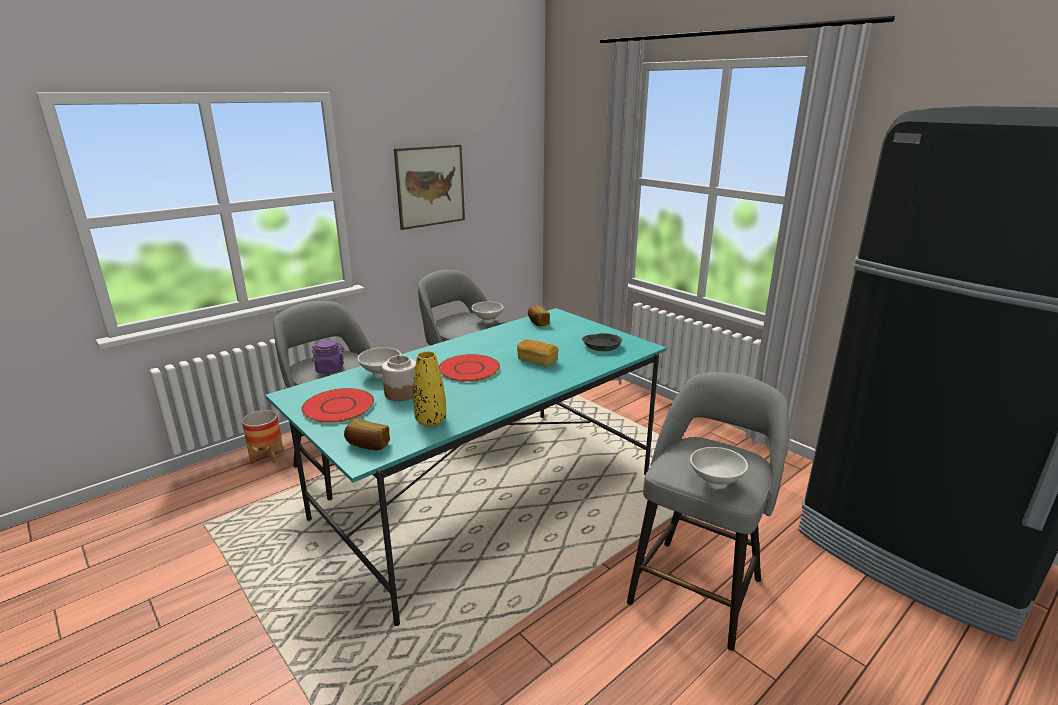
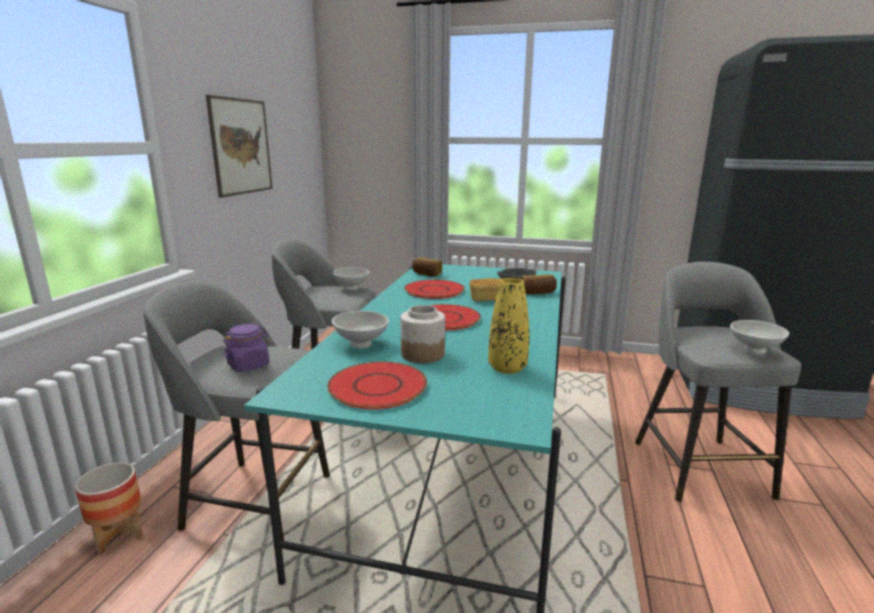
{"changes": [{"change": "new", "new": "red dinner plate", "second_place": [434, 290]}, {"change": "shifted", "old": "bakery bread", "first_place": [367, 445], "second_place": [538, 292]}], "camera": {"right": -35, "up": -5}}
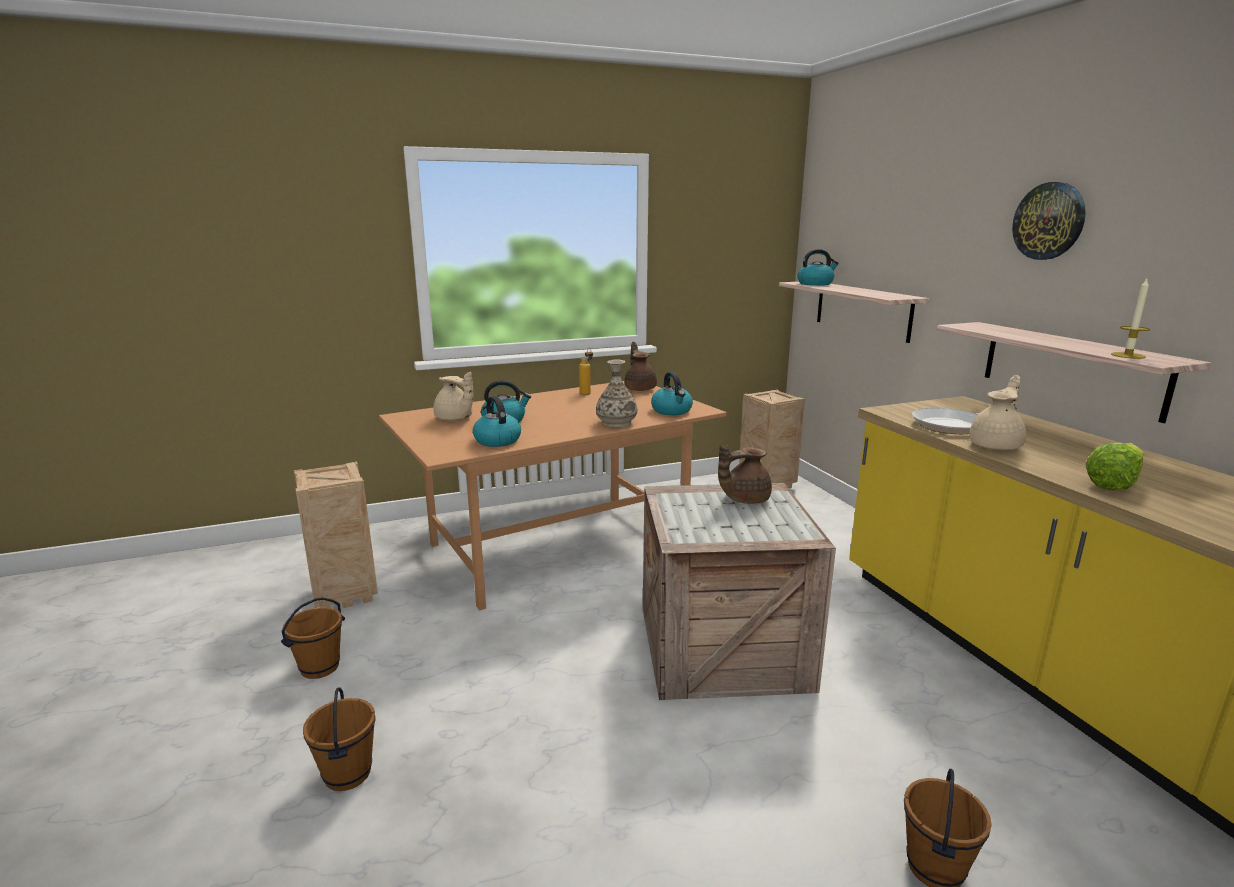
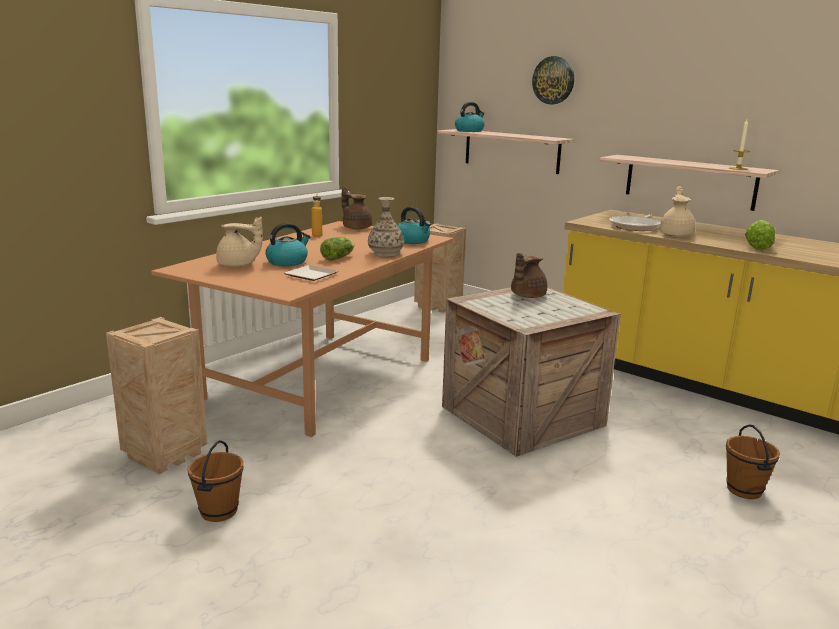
{"changes": [{"change": "gone", "old": "brown-coloured pail", "first_place": [346, 774]}, {"change": "new", "new": "lettuce", "second_place": [339, 257]}, {"change": "shifted", "old": "wall clock", "first_place": [1049, 221], "second_place": [553, 80]}, {"change": "swapped", "old": "tea kettle", "new": "dinner plate", "first_place": [497, 440], "second_place": [311, 276]}], "camera": {"right": -30, "up": 0}}
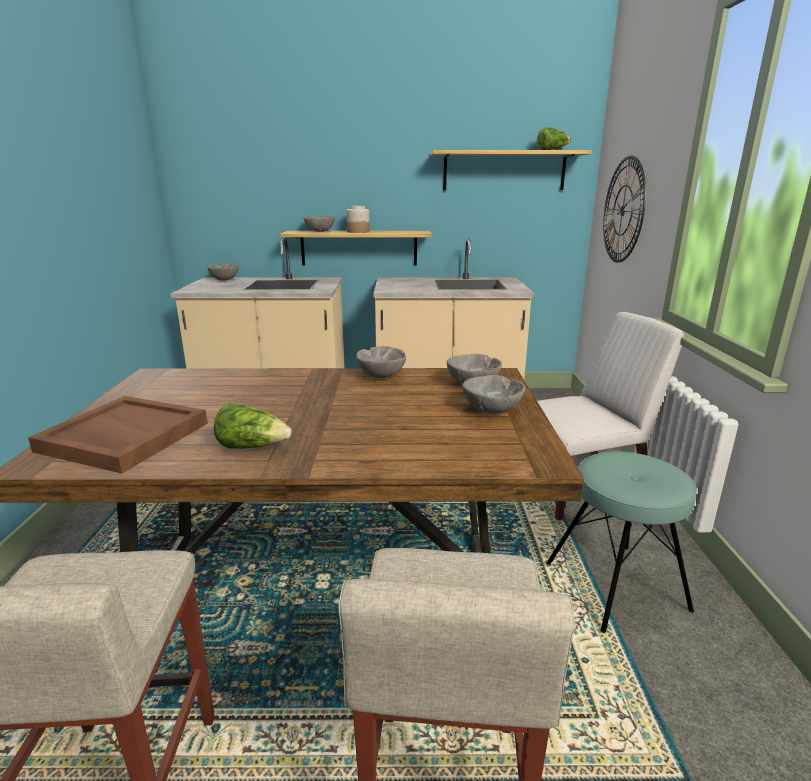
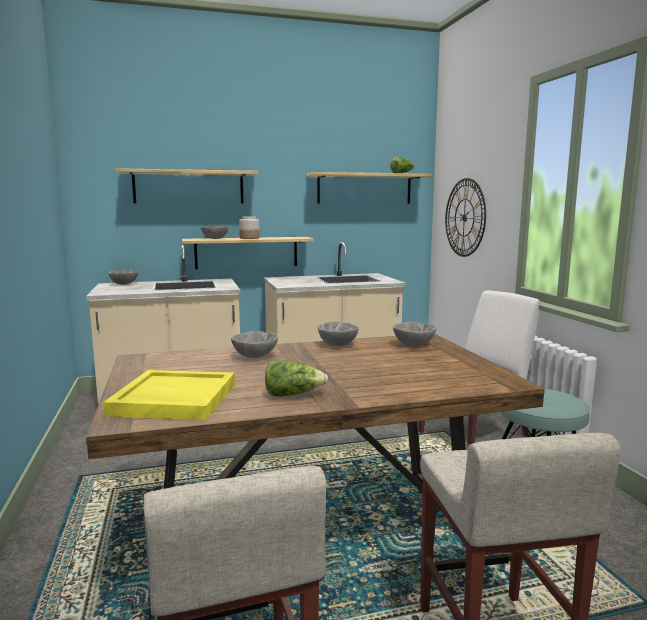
{"changes": [{"change": "new", "new": "shelf", "second_place": [189, 187]}, {"change": "shifted", "old": "greyish serving bowl", "first_place": [492, 410], "second_place": [255, 356]}, {"change": "repainted", "old": "brown-coloured carrying tray", "new": "yellow-coloured carrying tray", "first_place": [123, 437], "second_place": [173, 399]}], "camera": {"right": -15, "up": -10}}
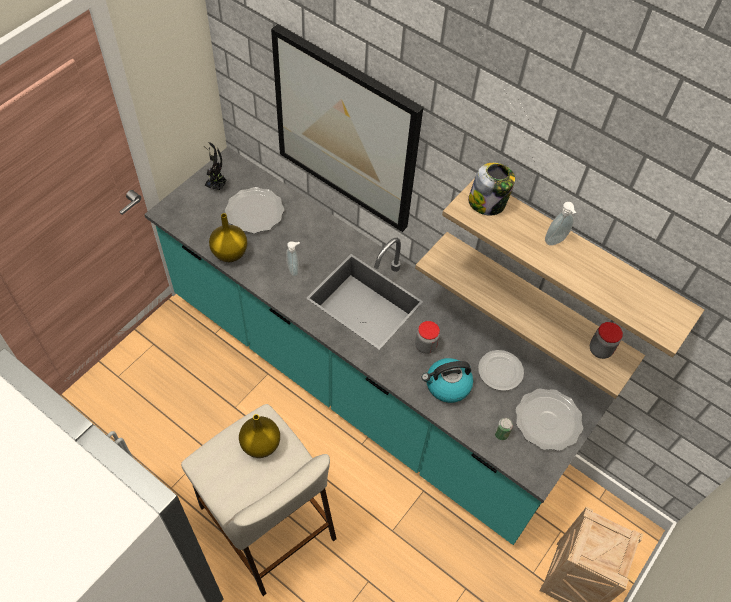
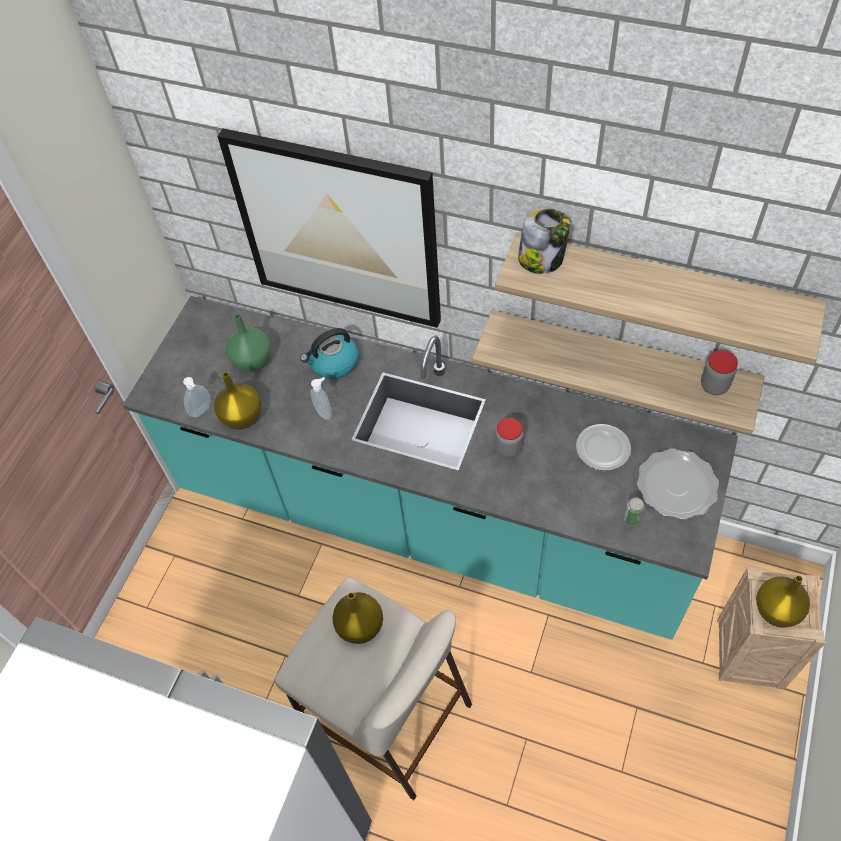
{"changes": [{"change": "gone", "old": "plant in a pot", "first_place": [217, 186]}, {"change": "new", "new": "yellow-coloured decorative vase", "second_place": [776, 609]}, {"change": "shifted", "old": "tea kettle", "first_place": [447, 385], "second_place": [333, 363]}, {"change": "shifted", "old": "liquid soap bottle", "first_place": [556, 241], "second_place": [202, 411]}, {"change": "swapped", "old": "dinner plate", "new": "greenish decorative vase", "first_place": [255, 212], "second_place": [253, 360]}], "camera": {"right": -10, "up": 0}}
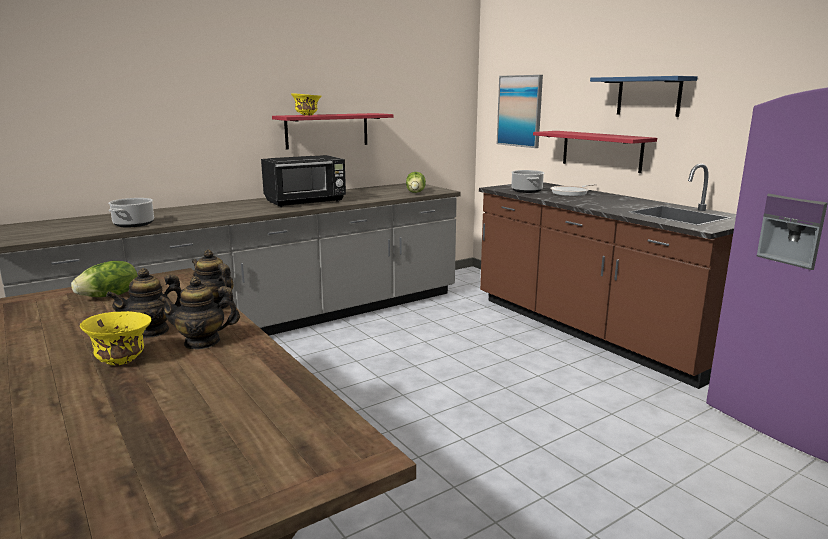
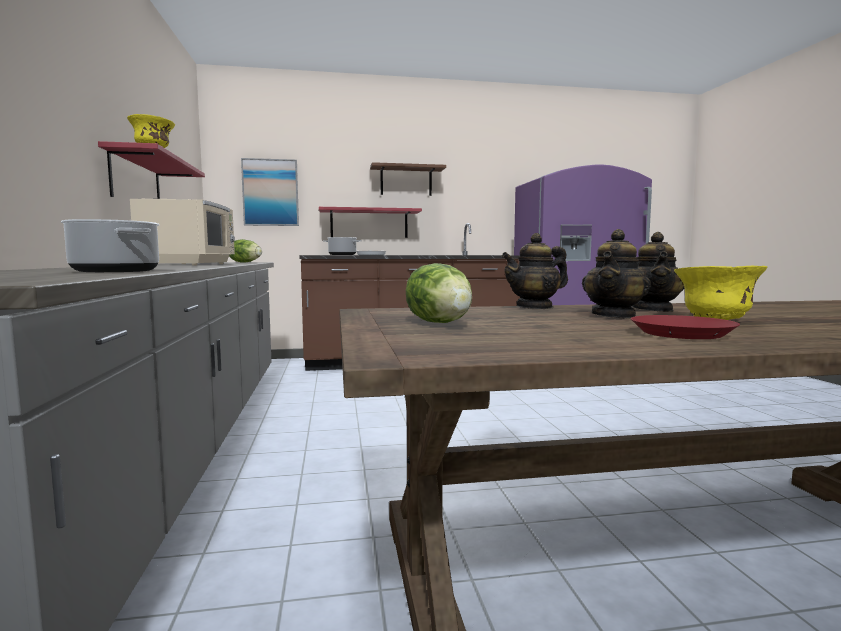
{"changes": [{"change": "new", "new": "red dinner plate", "second_place": [680, 333]}, {"change": "repainted", "old": "blackish microwave oven", "new": "beige-coloured microwave oven", "first_place": [306, 202], "second_place": [191, 264]}, {"change": "repainted", "old": "blue shelf", "new": "brown-coloured shelf", "first_place": [648, 96], "second_place": [406, 181]}, {"change": "rotated", "old": "pot for tea", "first_place": [152, 331], "second_place": [614, 316], "degrees": 45}], "camera": {"right": -65, "up": -10}}
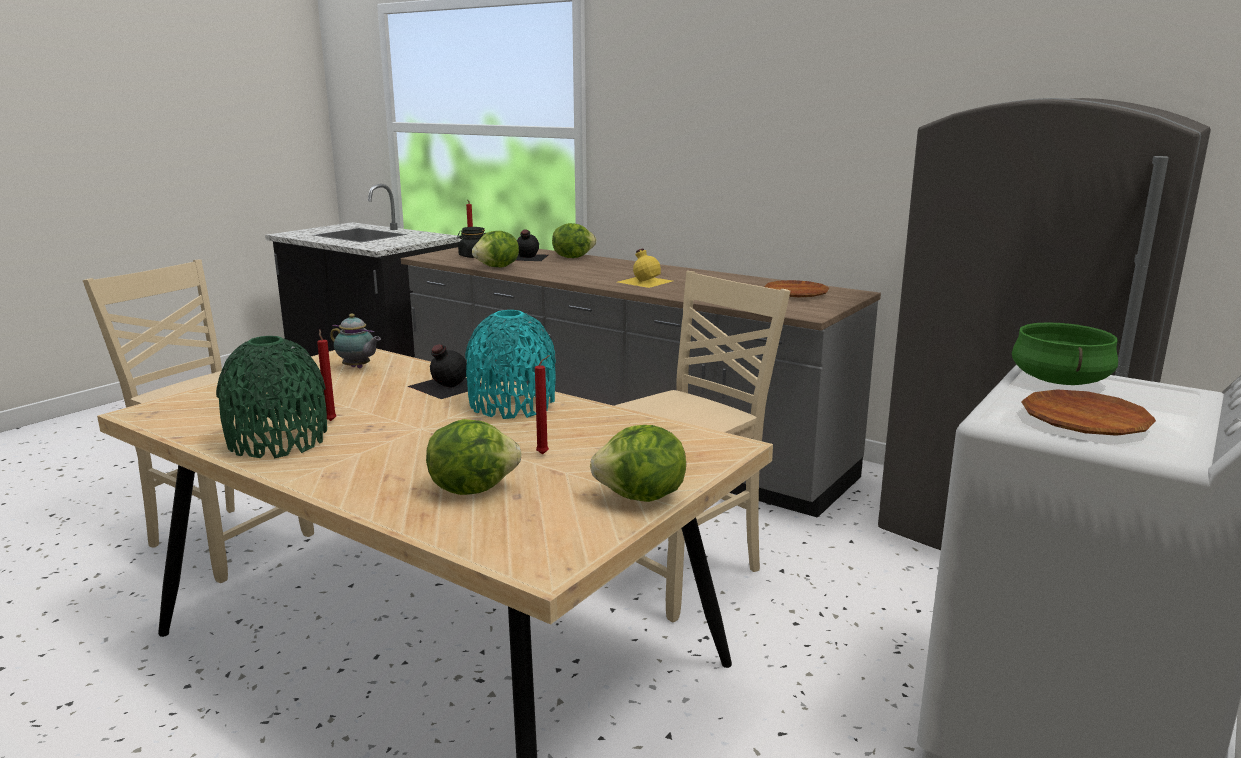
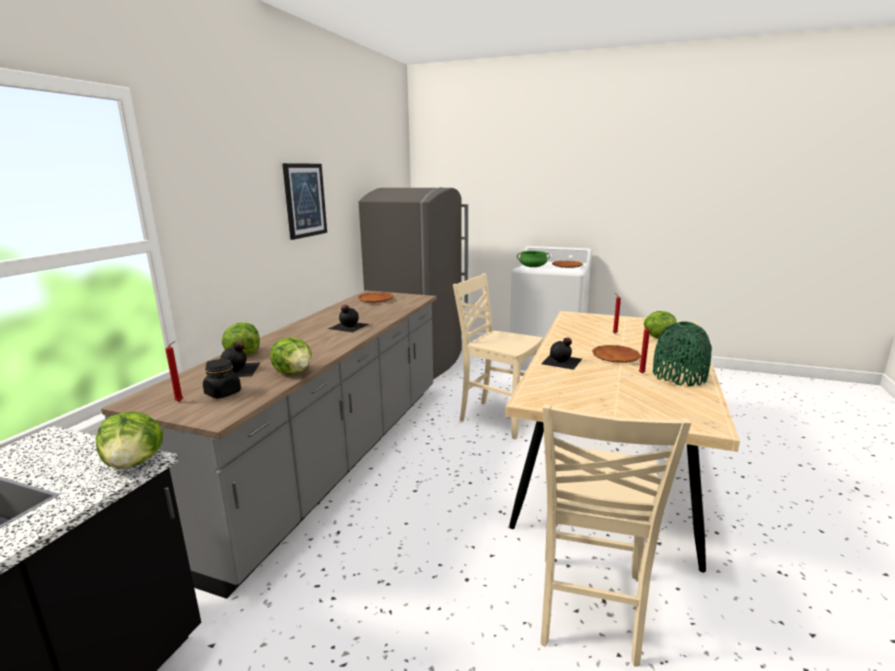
{"changes": [{"change": "gone", "old": "pot for tea", "first_place": [358, 368]}, {"change": "gone", "old": "blue-green decorative vase", "first_place": [512, 404]}, {"change": "new", "new": "wall art", "second_place": [305, 200]}, {"change": "new", "new": "brown-coloured dinner plate", "second_place": [615, 357]}, {"change": "shifted", "old": "lettuce", "first_place": [641, 498], "second_place": [135, 463]}, {"change": "repainted", "old": "yellow-coloured bottle", "new": "blackish bottle", "first_place": [645, 281], "second_place": [347, 326]}], "camera": {"right": -105, "up": 0}}
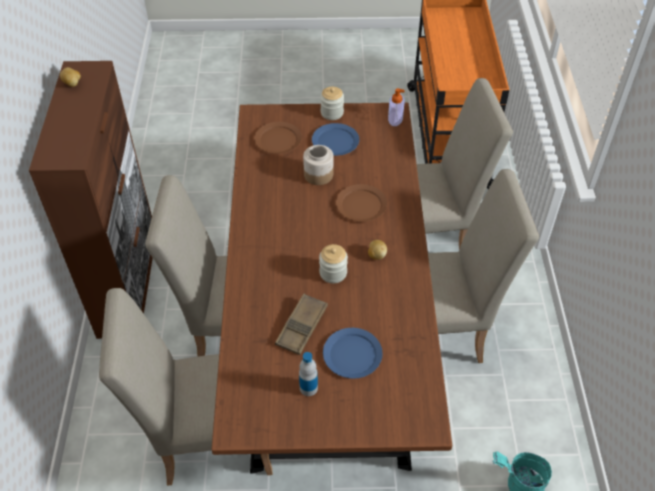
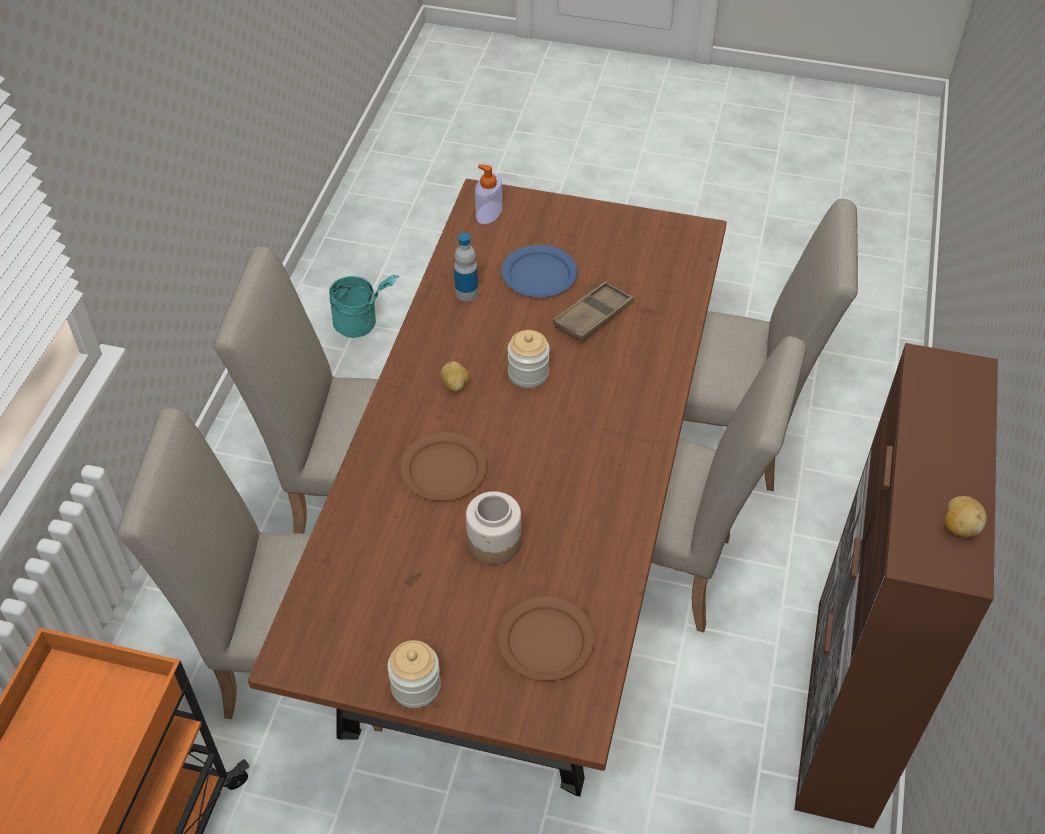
{"changes": [{"change": "gone", "old": "blue dinner plate", "first_place": [335, 141]}, {"change": "shifted", "old": "bottle", "first_place": [308, 388], "second_place": [466, 293]}, {"change": "shifted", "old": "liquid soap bottle", "first_place": [395, 118], "second_place": [489, 213]}], "camera": {"right": -165, "up": 0}}
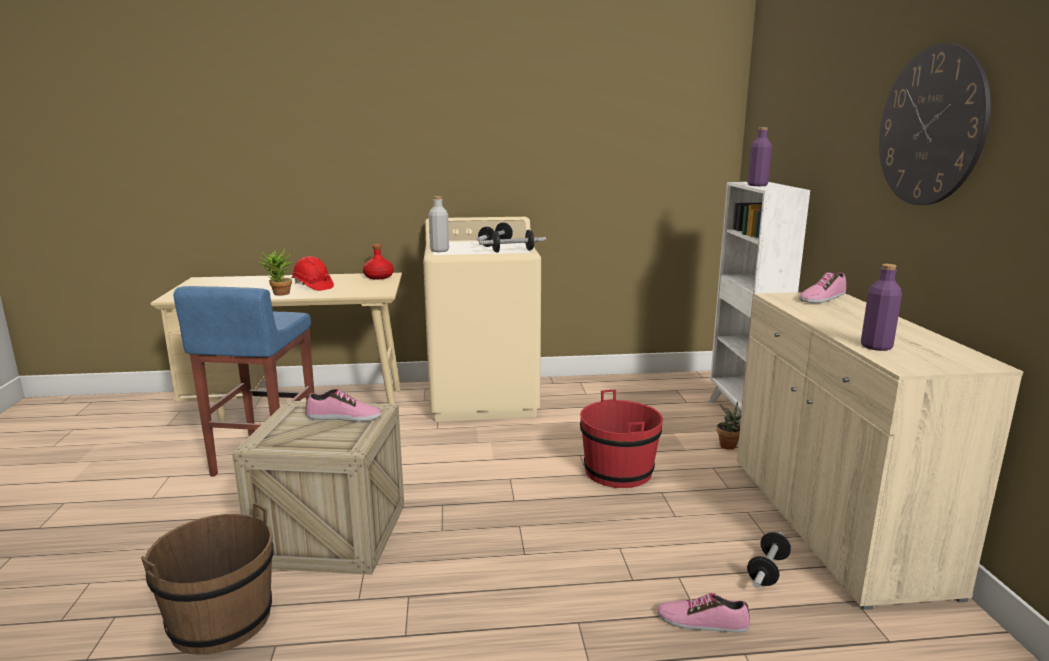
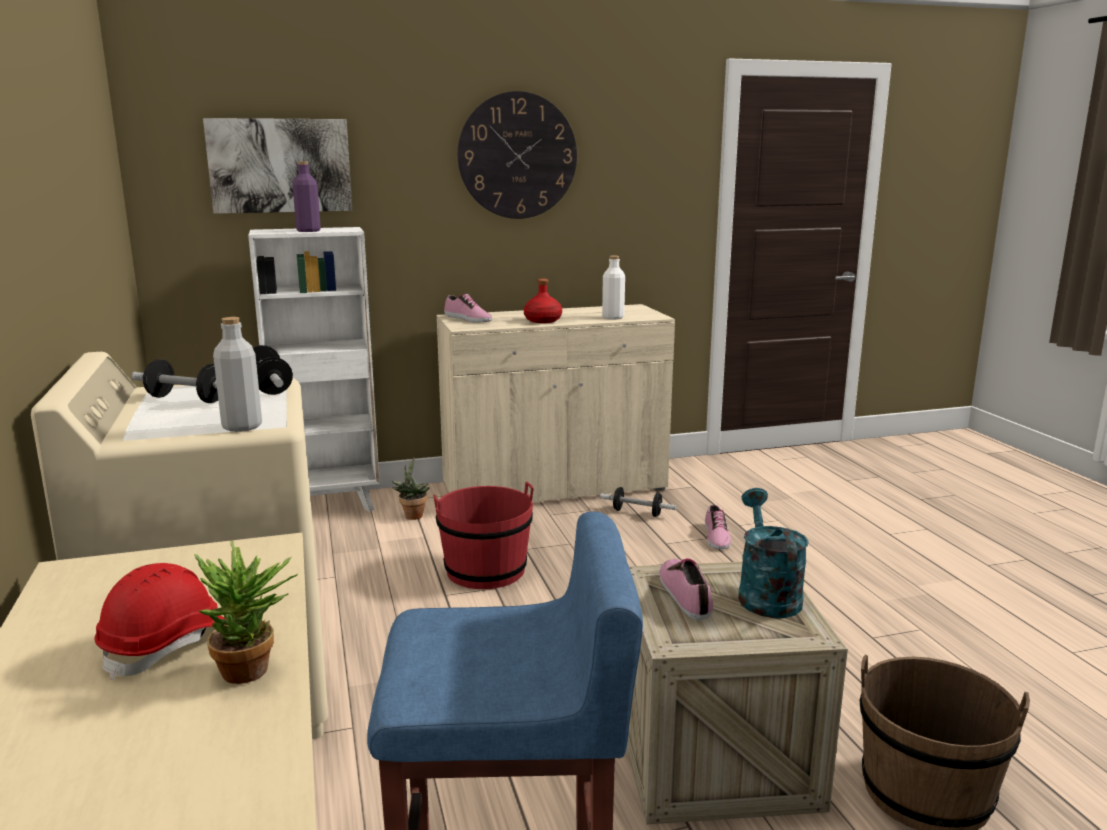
{"changes": [{"change": "new", "new": "wall art", "second_place": [280, 165]}, {"change": "new", "new": "blue-green watering can", "second_place": [765, 594]}, {"change": "shifted", "old": "red bottle", "first_place": [378, 277], "second_place": [543, 320]}, {"change": "repainted", "old": "purplish bottle", "new": "whitish bottle", "first_place": [876, 346], "second_place": [613, 317]}], "camera": {"right": -100, "up": 0}}
